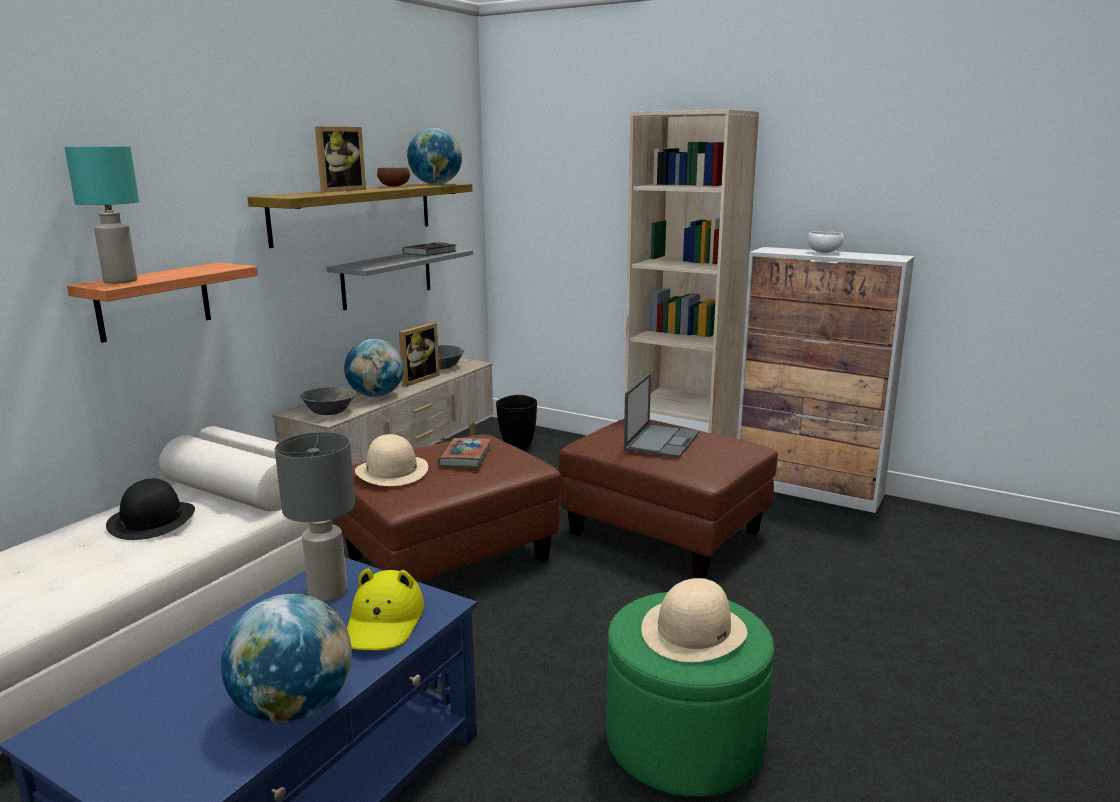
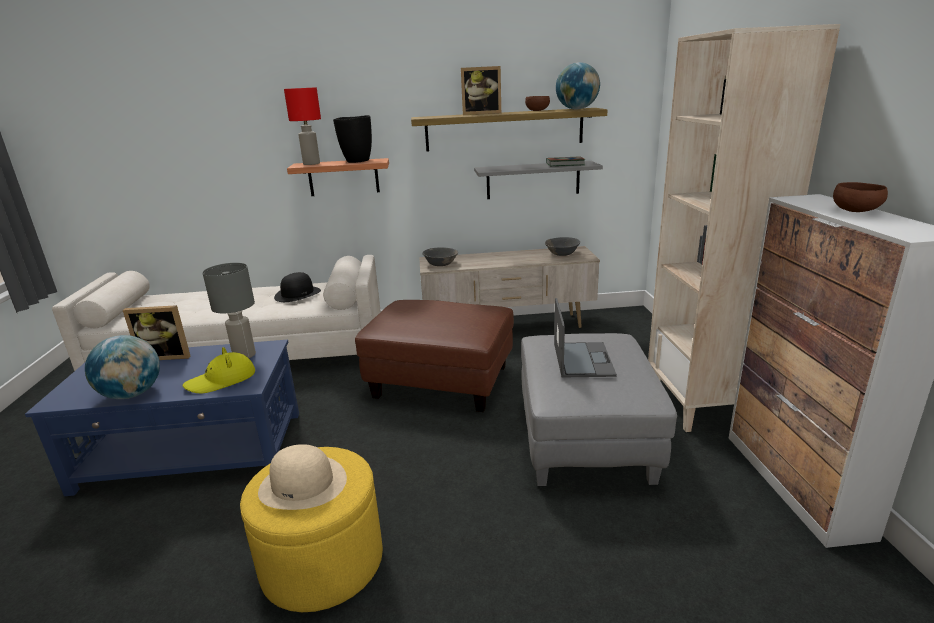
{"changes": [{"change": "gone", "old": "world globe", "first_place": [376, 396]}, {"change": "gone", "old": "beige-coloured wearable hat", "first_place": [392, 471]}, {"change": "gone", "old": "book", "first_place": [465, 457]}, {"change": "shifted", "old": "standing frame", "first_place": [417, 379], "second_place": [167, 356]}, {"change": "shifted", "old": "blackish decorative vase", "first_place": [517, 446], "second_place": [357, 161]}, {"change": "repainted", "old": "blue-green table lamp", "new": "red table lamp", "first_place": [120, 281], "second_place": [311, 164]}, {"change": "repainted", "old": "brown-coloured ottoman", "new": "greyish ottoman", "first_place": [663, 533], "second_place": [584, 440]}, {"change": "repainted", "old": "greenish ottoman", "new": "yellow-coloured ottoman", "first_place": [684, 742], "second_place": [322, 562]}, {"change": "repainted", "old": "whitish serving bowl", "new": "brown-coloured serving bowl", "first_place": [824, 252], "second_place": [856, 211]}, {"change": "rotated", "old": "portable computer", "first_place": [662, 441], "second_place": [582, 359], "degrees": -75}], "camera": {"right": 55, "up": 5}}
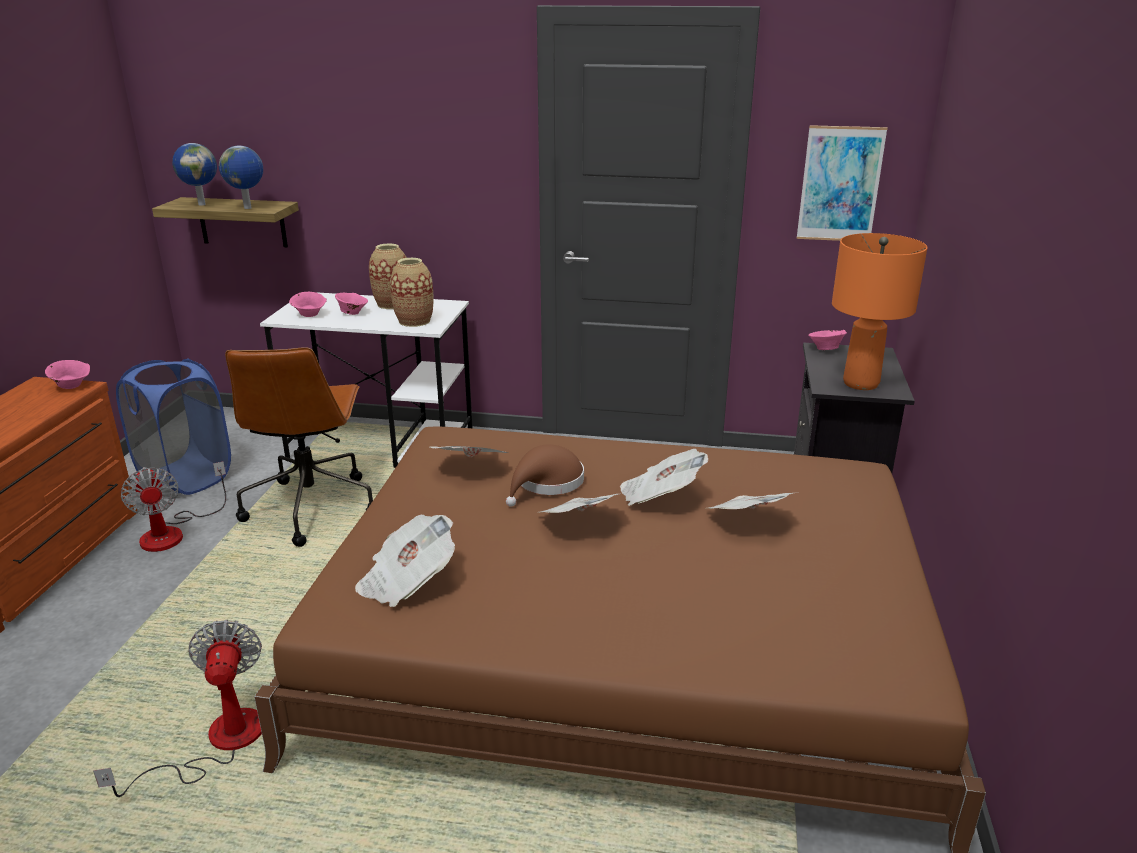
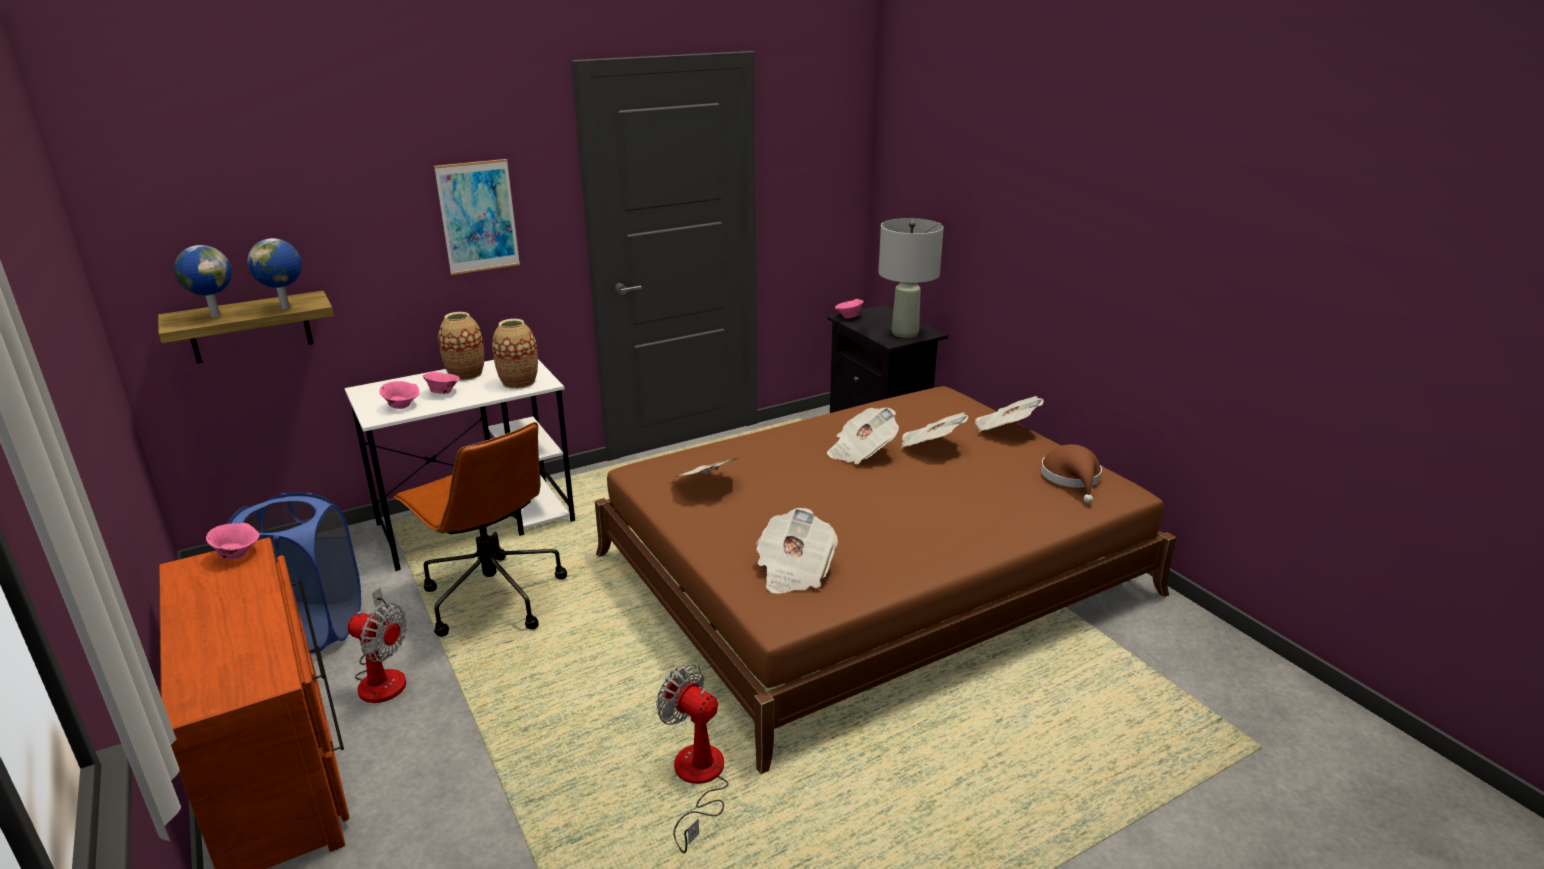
{"changes": [{"change": "shifted", "old": "brown-coloured wearable hat", "first_place": [547, 483], "second_place": [1072, 478]}, {"change": "shifted", "old": "printed paper", "first_place": [579, 523], "second_place": [1004, 429]}, {"change": "shifted", "old": "wall art", "first_place": [840, 184], "second_place": [478, 217]}, {"change": "repainted", "old": "orange table lamp", "new": "greyish table lamp", "first_place": [861, 384], "second_place": [905, 333]}], "camera": {"right": -40, "up": 0}}
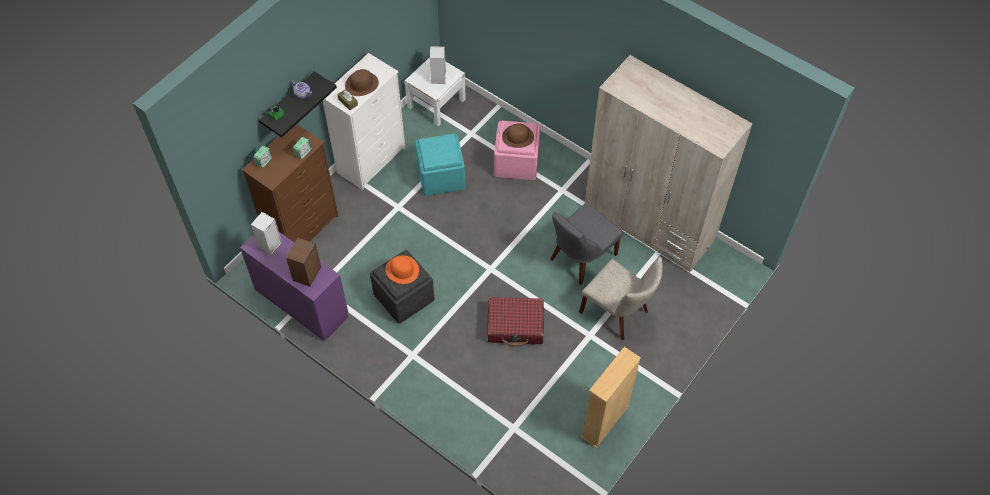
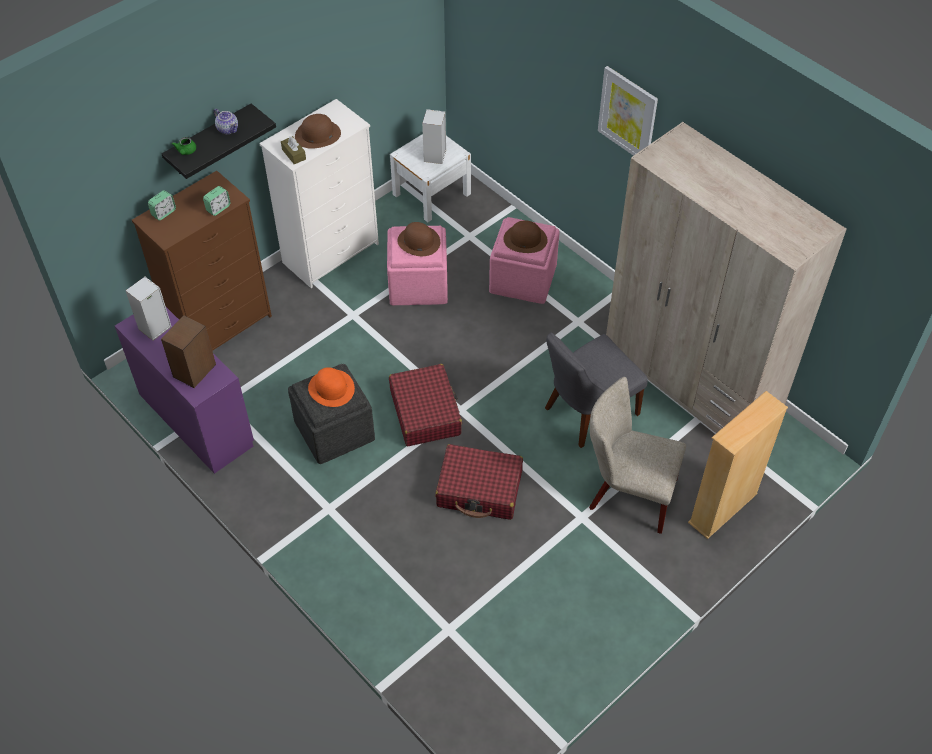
{"changes": [{"change": "new", "new": "red travel case", "second_place": [425, 412]}, {"change": "new", "new": "brown-coloured wearable hat", "second_place": [418, 241]}, {"change": "new", "new": "wall art", "second_place": [628, 114]}, {"change": "shifted", "old": "beige-coloured bookshelf", "first_place": [605, 422], "second_place": [723, 508]}, {"change": "repainted", "old": "blue-green ottoman", "new": "pink-coloured ottoman", "first_place": [441, 176], "second_place": [419, 283]}, {"change": "rotated", "old": "beige-coloured upright chair", "first_place": [618, 313], "second_place": [627, 493], "degrees": 150}], "camera": {"right": 10, "up": -5}}
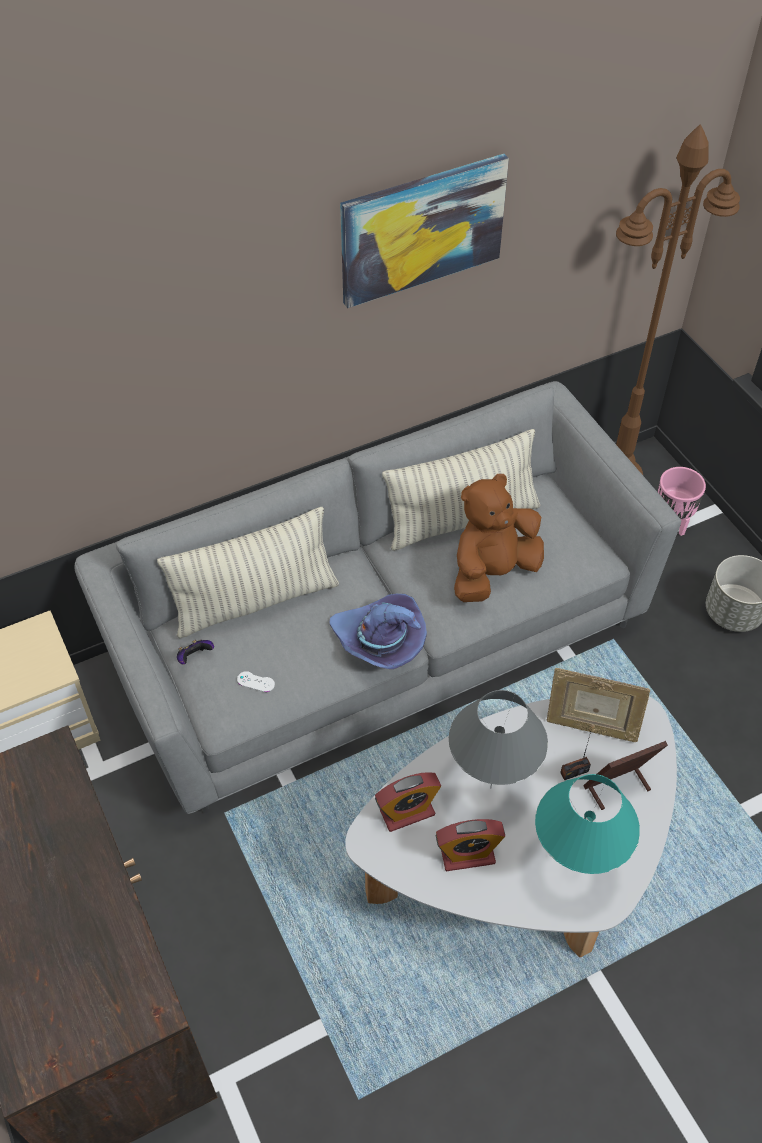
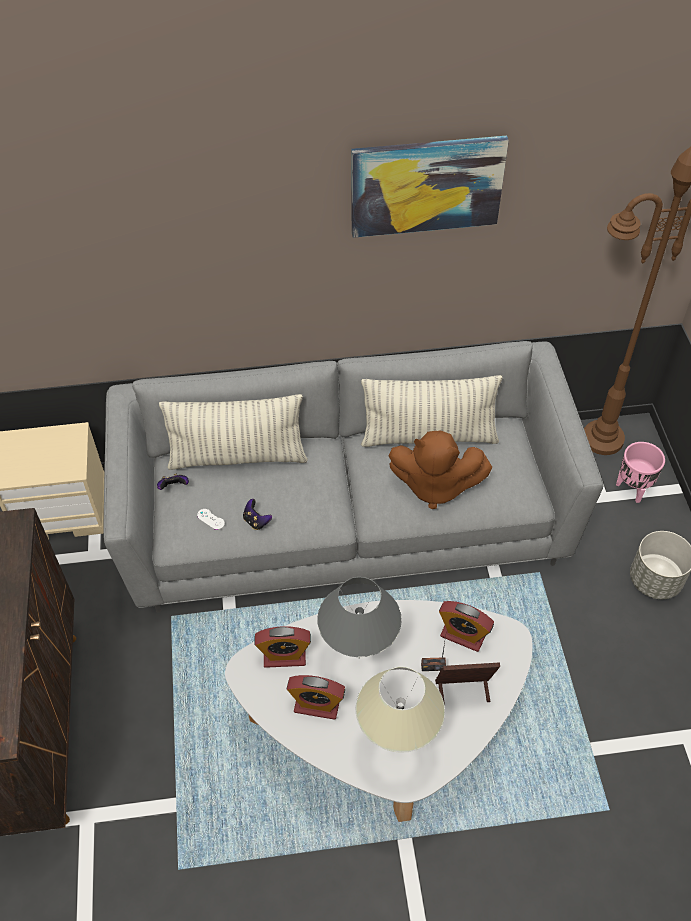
{"changes": [{"change": "gone", "old": "purplish wearable hat", "first_place": [380, 641]}, {"change": "new", "new": "game controller", "second_place": [256, 521]}, {"change": "swapped", "old": "standing frame", "new": "table clock", "first_place": [590, 727], "second_place": [463, 635]}, {"change": "repainted", "old": "blue-green table lamp", "new": "beige-coloured table lamp", "first_place": [573, 869], "second_place": [396, 744]}, {"change": "rotated", "old": "brown-coloured soft toy", "first_place": [492, 572], "second_place": [435, 486], "degrees": -150}], "camera": {"right": 20, "up": 0}}
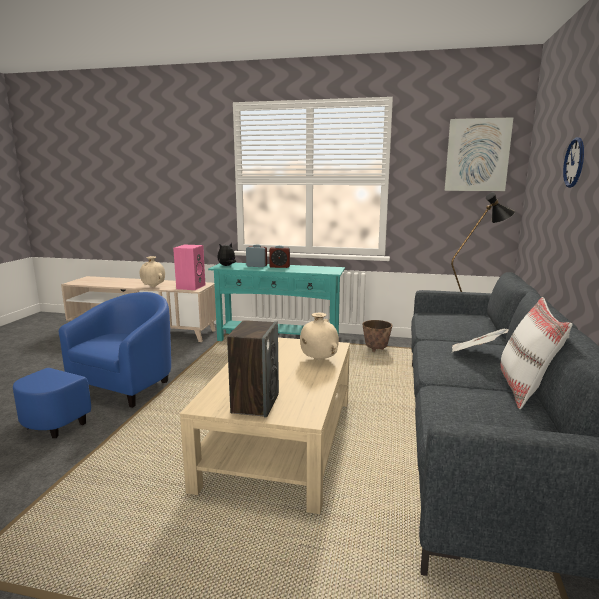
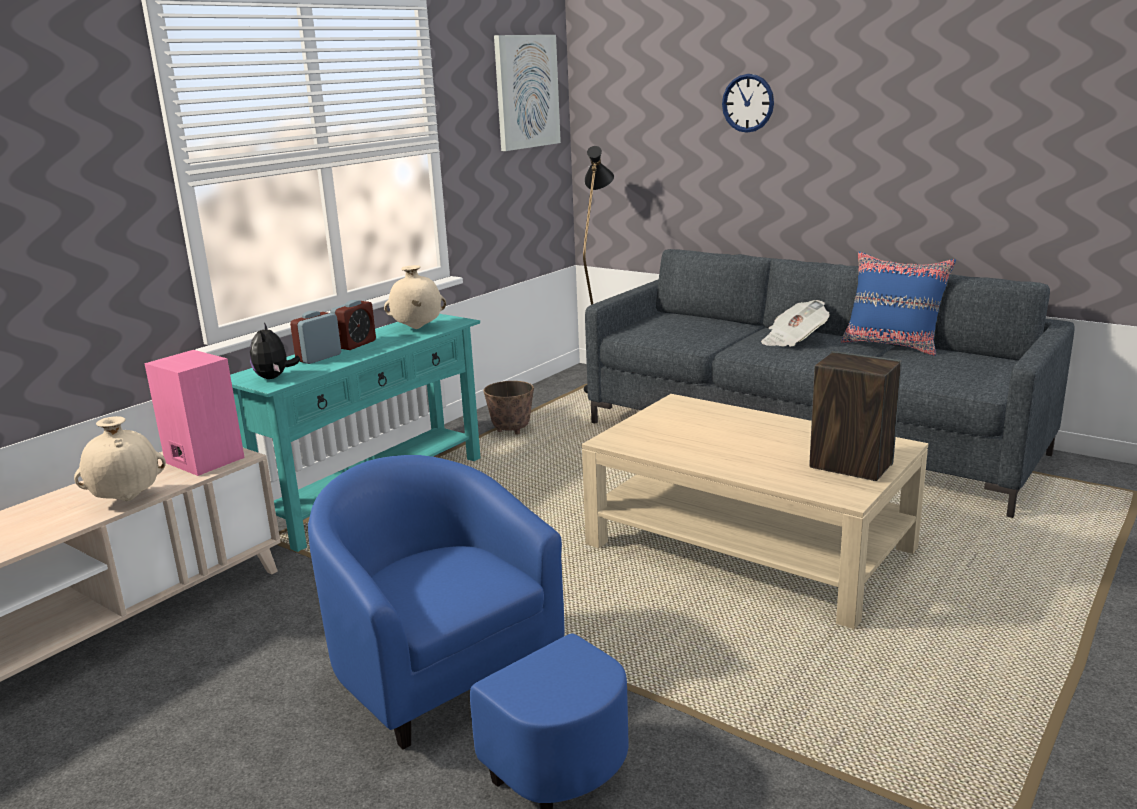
{"changes": [{"change": "shifted", "old": "beige-coloured decorative vase", "first_place": [318, 360], "second_place": [417, 329]}, {"change": "repainted", "old": "whitish throw pillow", "new": "blue throw pillow", "first_place": [525, 389], "second_place": [892, 345]}], "camera": {"right": -65, "up": 5}}
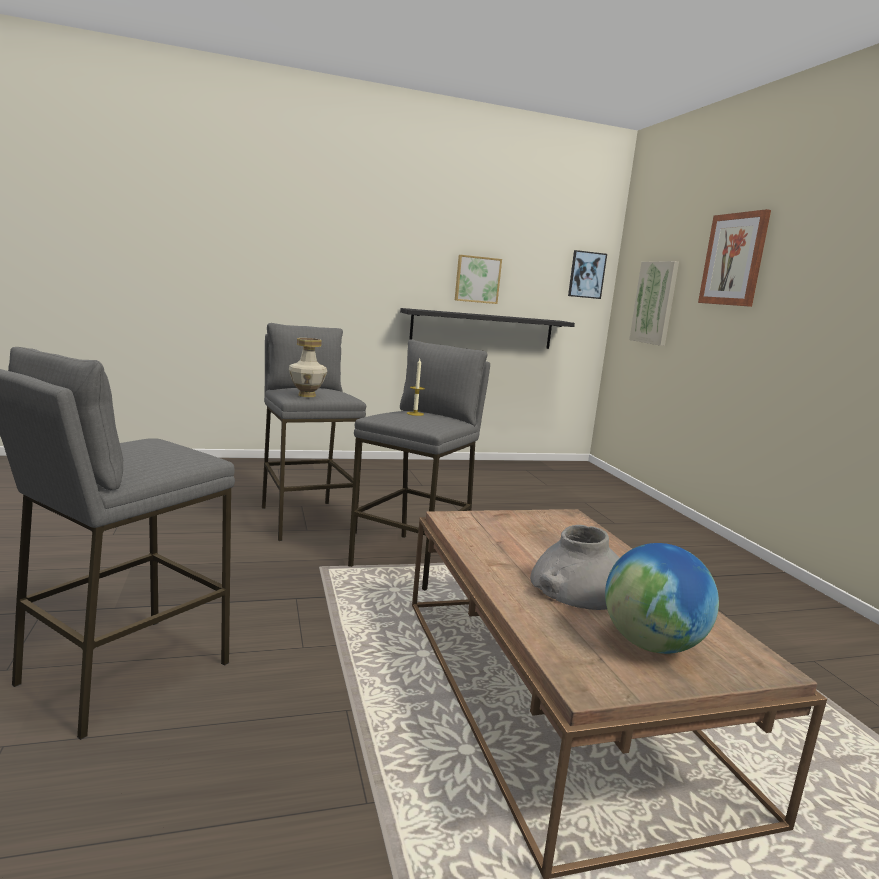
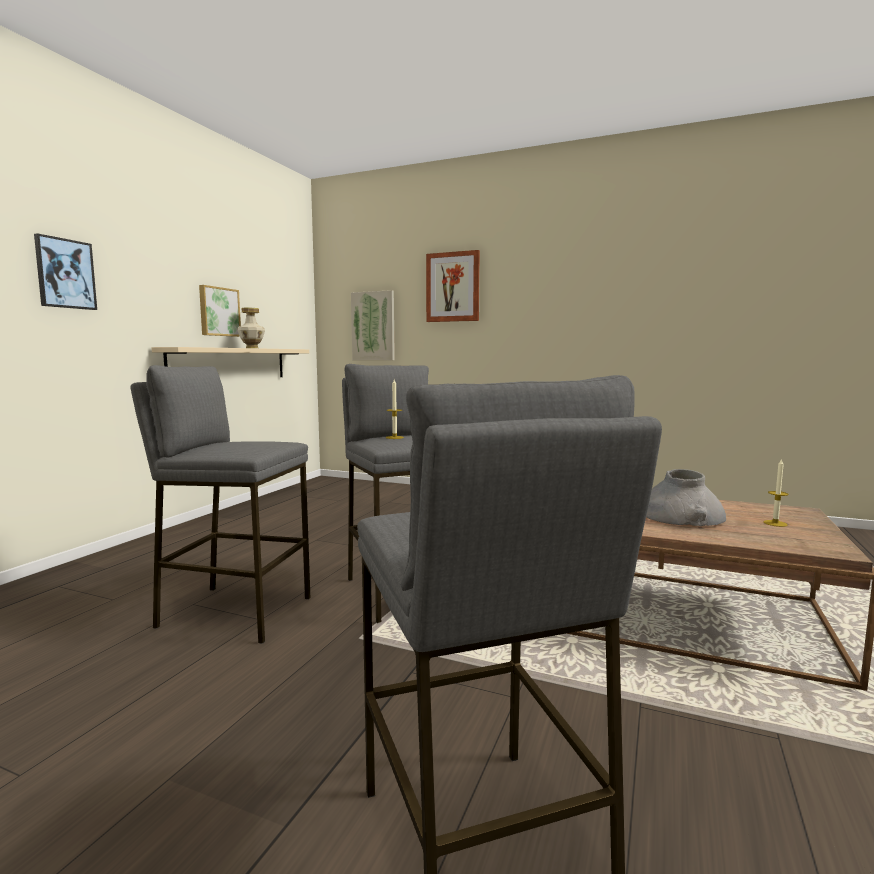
{"changes": [{"change": "shifted", "old": "decorative vase", "first_place": [306, 395], "second_place": [252, 348]}, {"change": "shifted", "old": "wall art", "first_place": [586, 275], "second_place": [65, 273]}, {"change": "swapped", "old": "world globe", "new": "wax light", "first_place": [652, 645], "second_place": [775, 523]}, {"change": "repainted", "old": "blackish shelf", "new": "beige-coloured shelf", "first_place": [482, 329], "second_place": [230, 364]}], "camera": {"right": -50, "up": -5}}
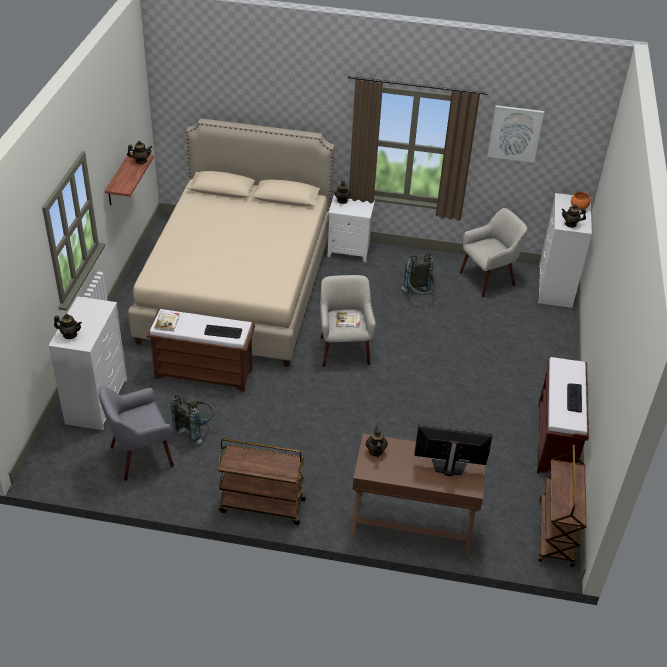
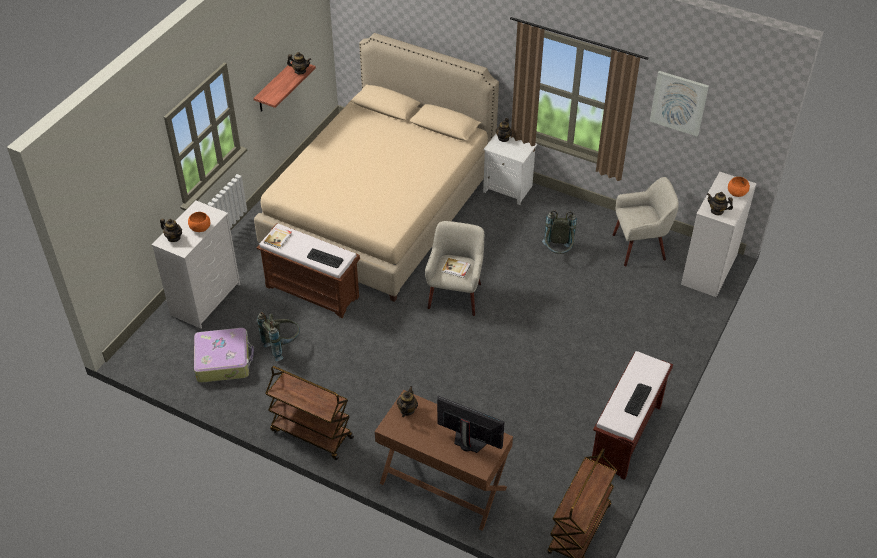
{"changes": [{"change": "new", "new": "orange serving bowl", "second_place": [200, 228]}, {"change": "swapped", "old": "greyish lounge chair", "new": "travel case", "first_place": [140, 455], "second_place": [223, 360]}], "camera": {"right": 20, "up": 5}}
